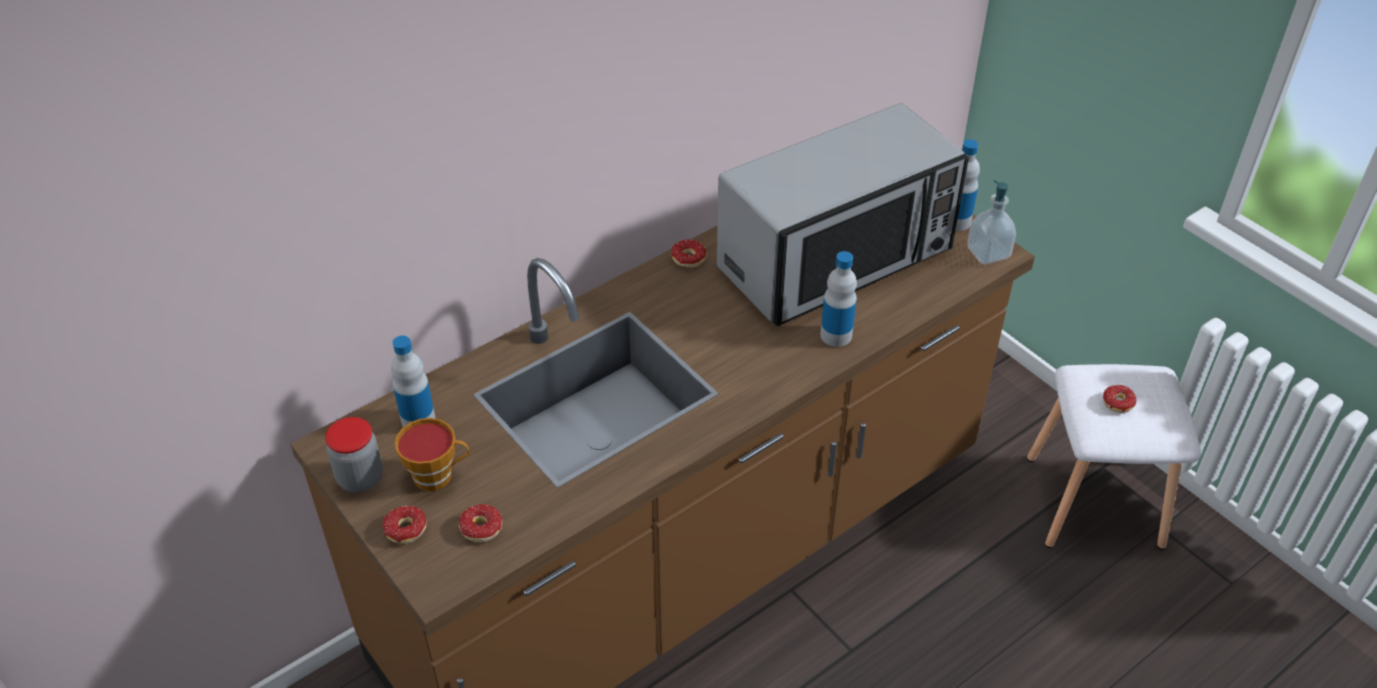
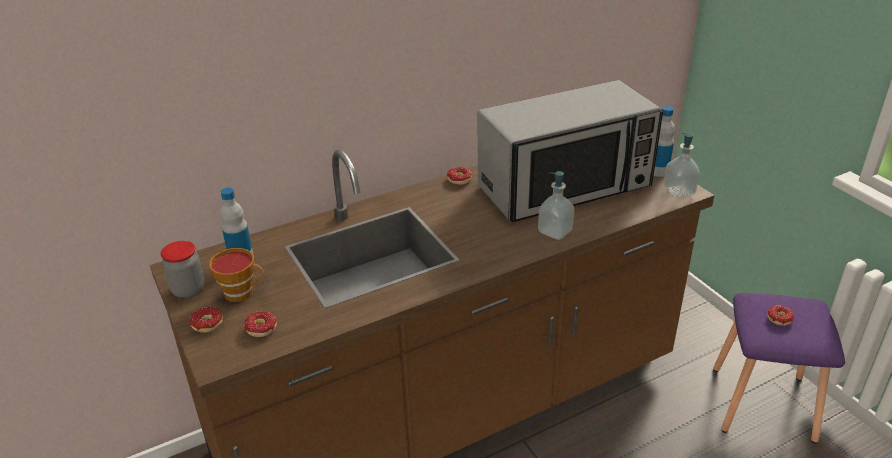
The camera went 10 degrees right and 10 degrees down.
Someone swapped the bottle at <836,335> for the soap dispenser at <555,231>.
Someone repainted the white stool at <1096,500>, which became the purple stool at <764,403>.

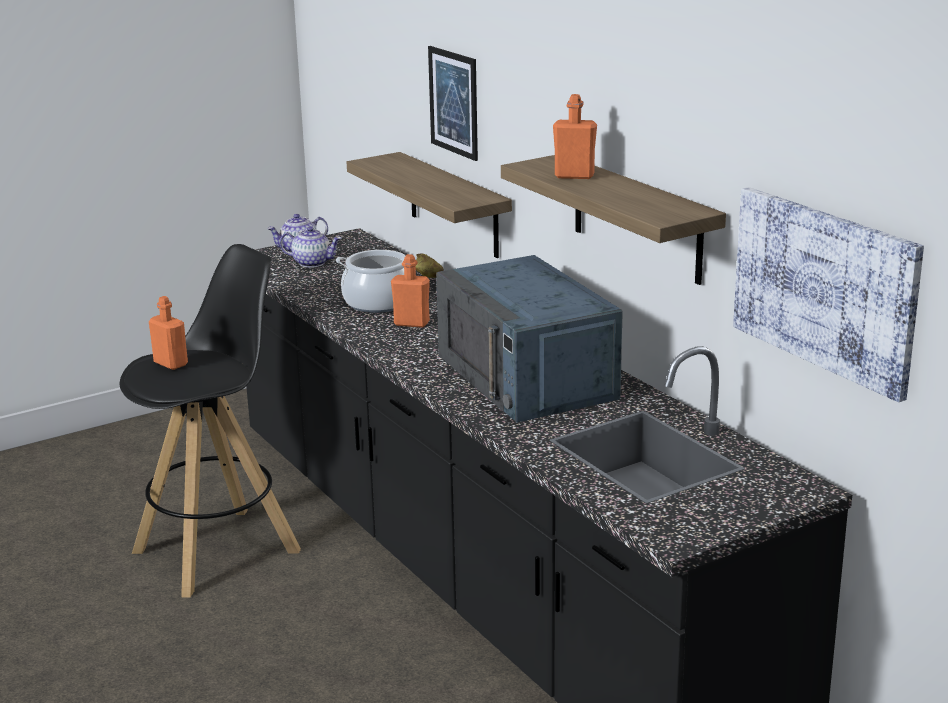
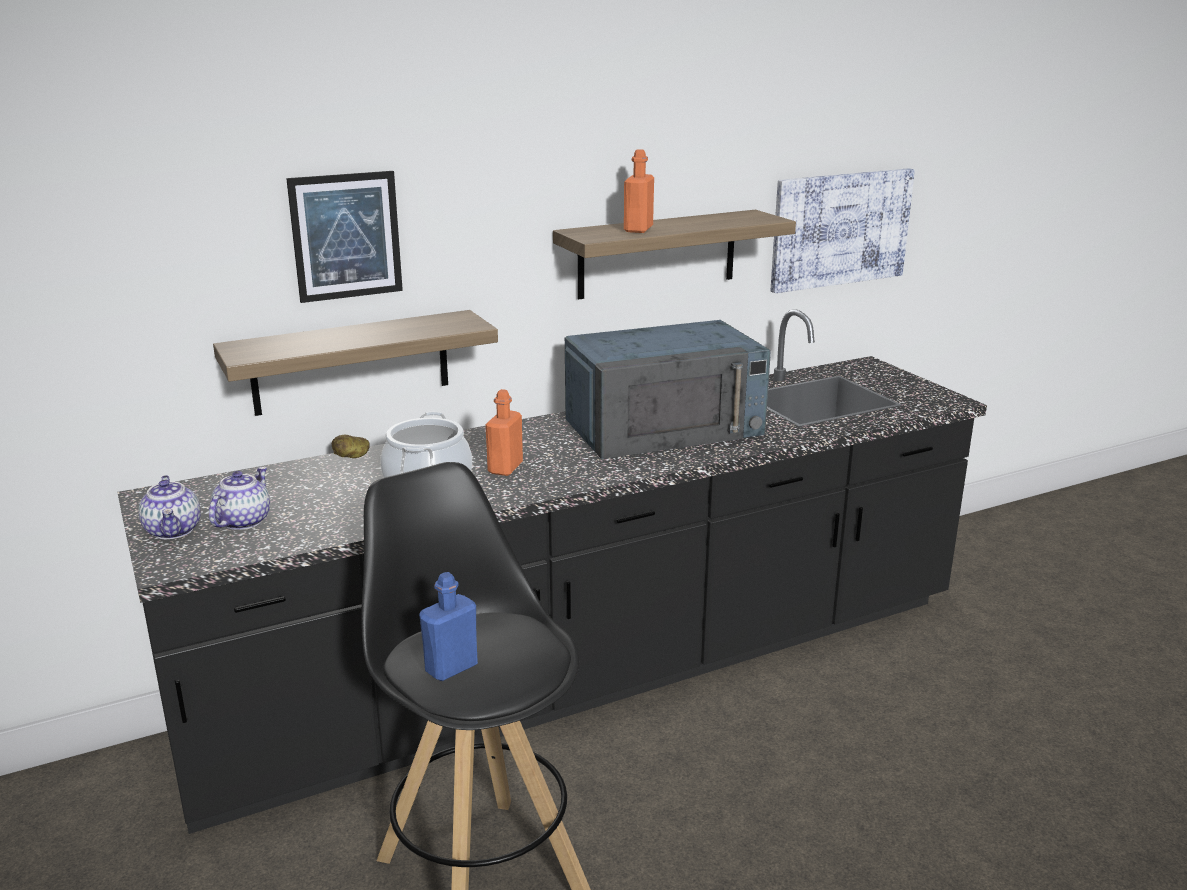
The camera went 85 degrees left and 0 degrees up.
Someone repainted the orange bottle at <171,364>, which became the blue bottle at <451,668>.

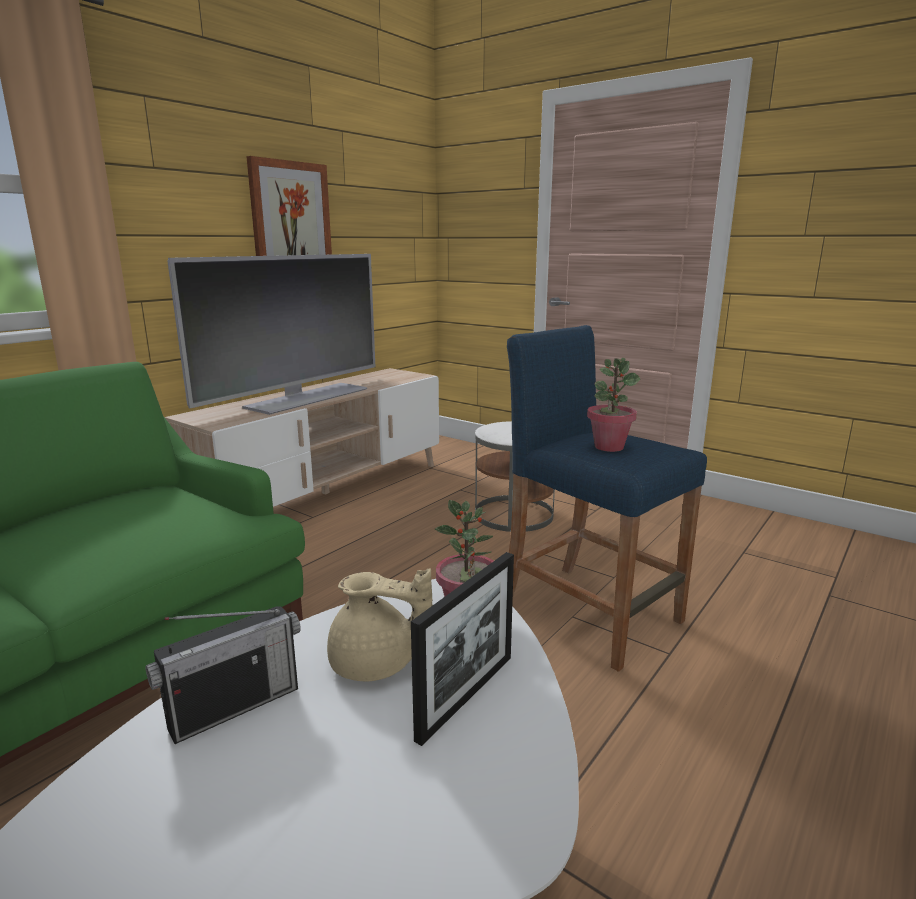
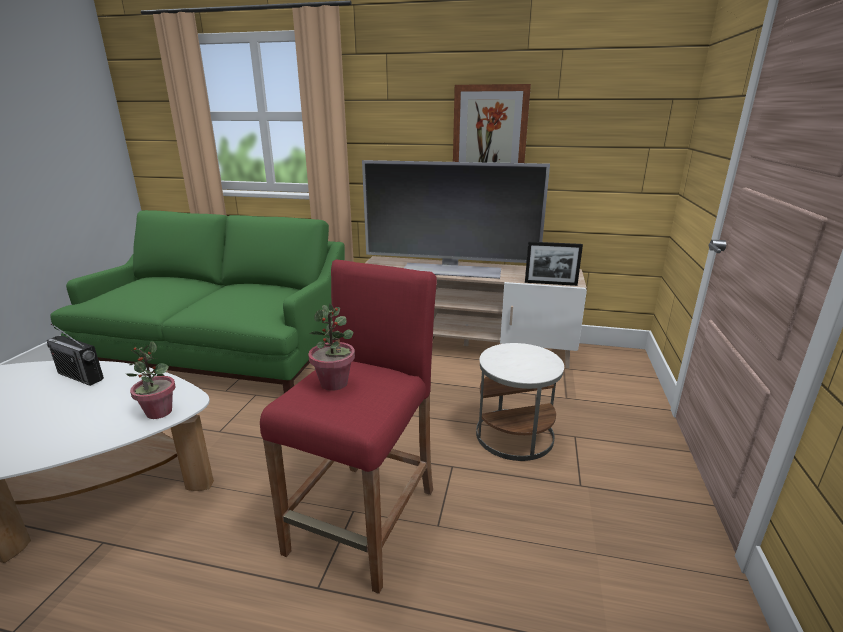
The camera went 65 degrees right and 5 degrees up.
Someone repainted the blue stool at <590,612>, which became the red stool at <364,520>.
Someone carried the picture frame from <466,696> to <550,283>.
Someone took away the beige teapot at <376,665>.

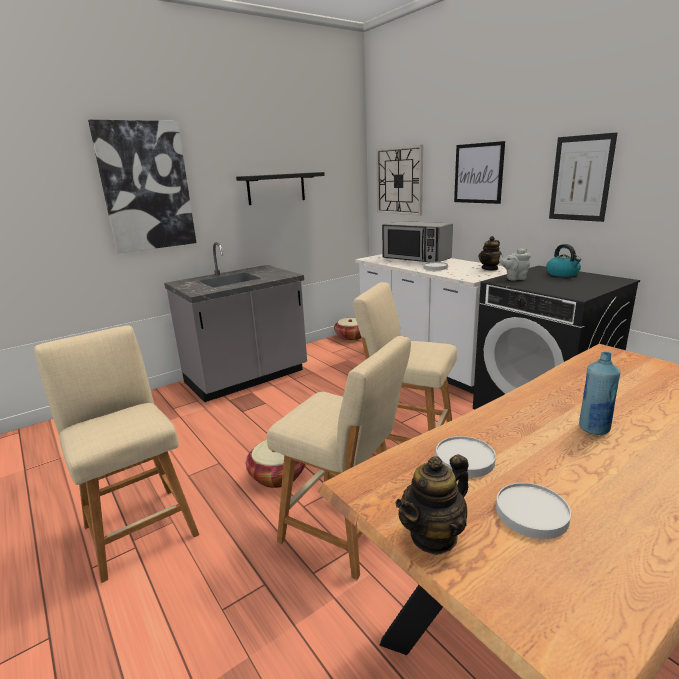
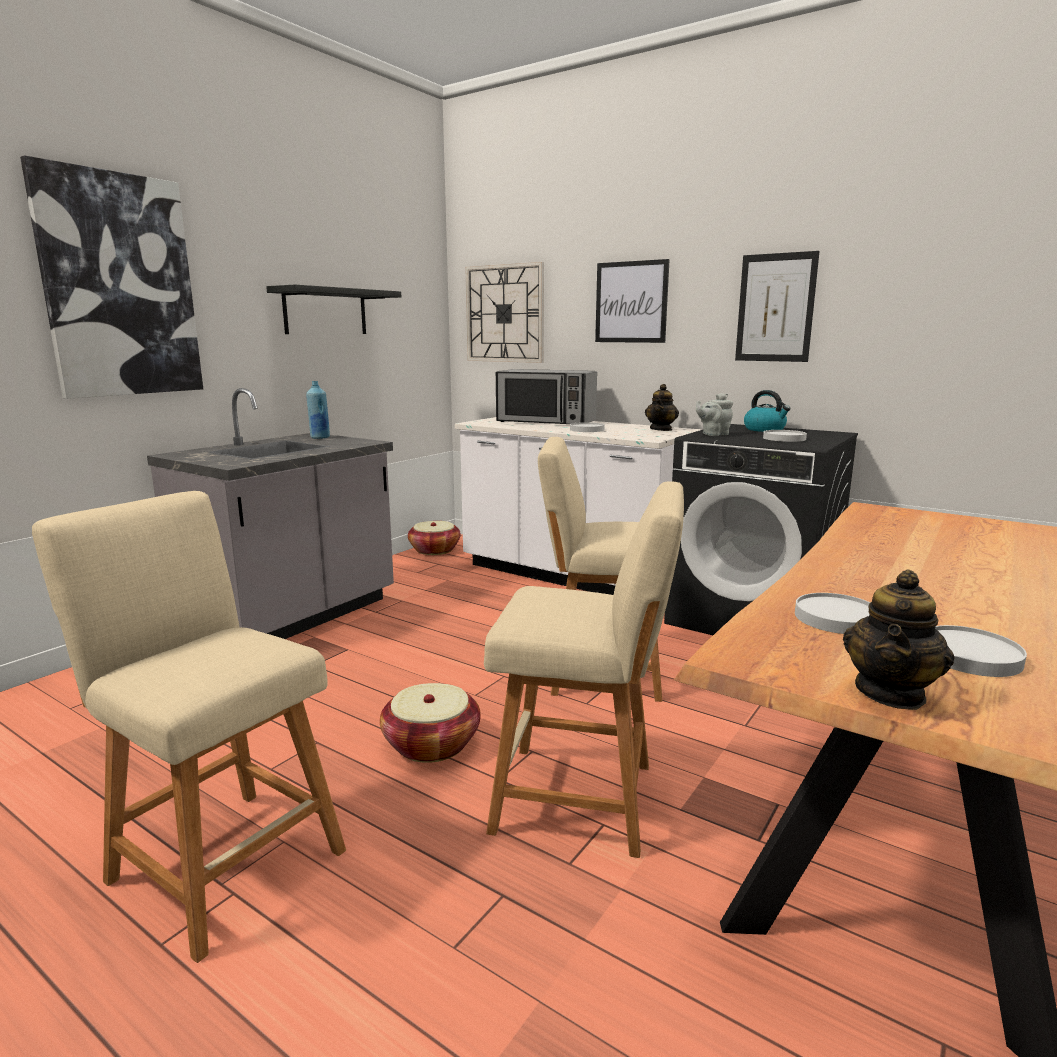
The camera went 20 degrees left and 5 degrees down.
Someone carried the blue bottle from <593,429> to <319,437>.
Someone put down the white plate at <784,438>.

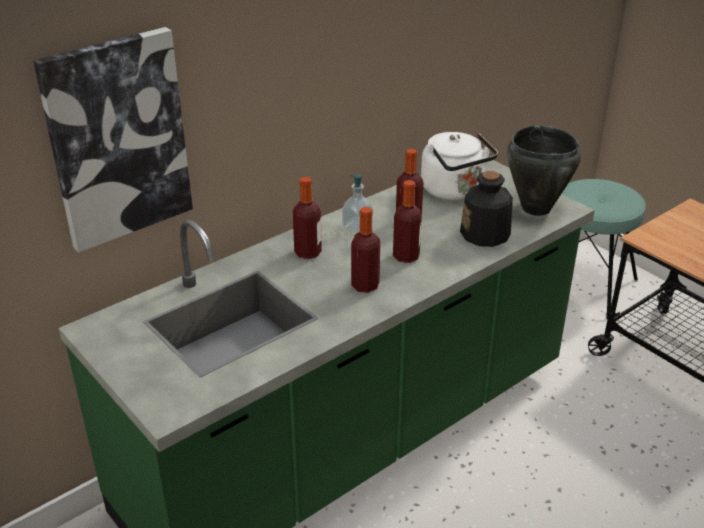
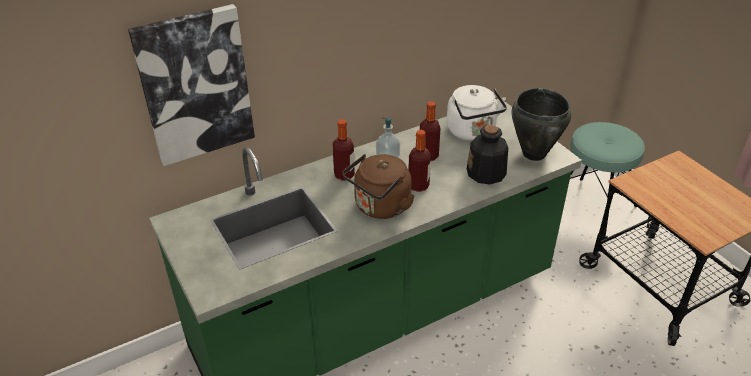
The camera went 10 degrees right and 5 degrees up.
Someone swapped the bottle at <365,285> for the brown kettle at <380,207>.

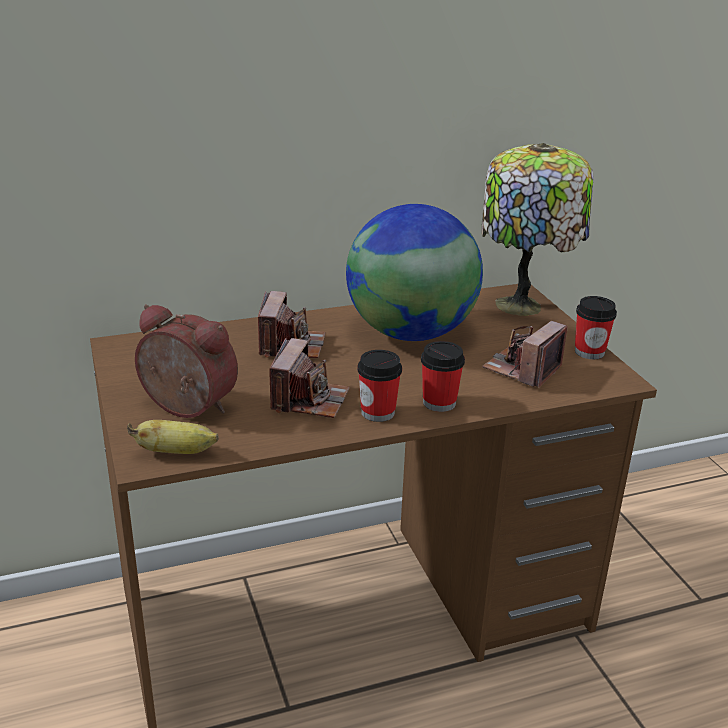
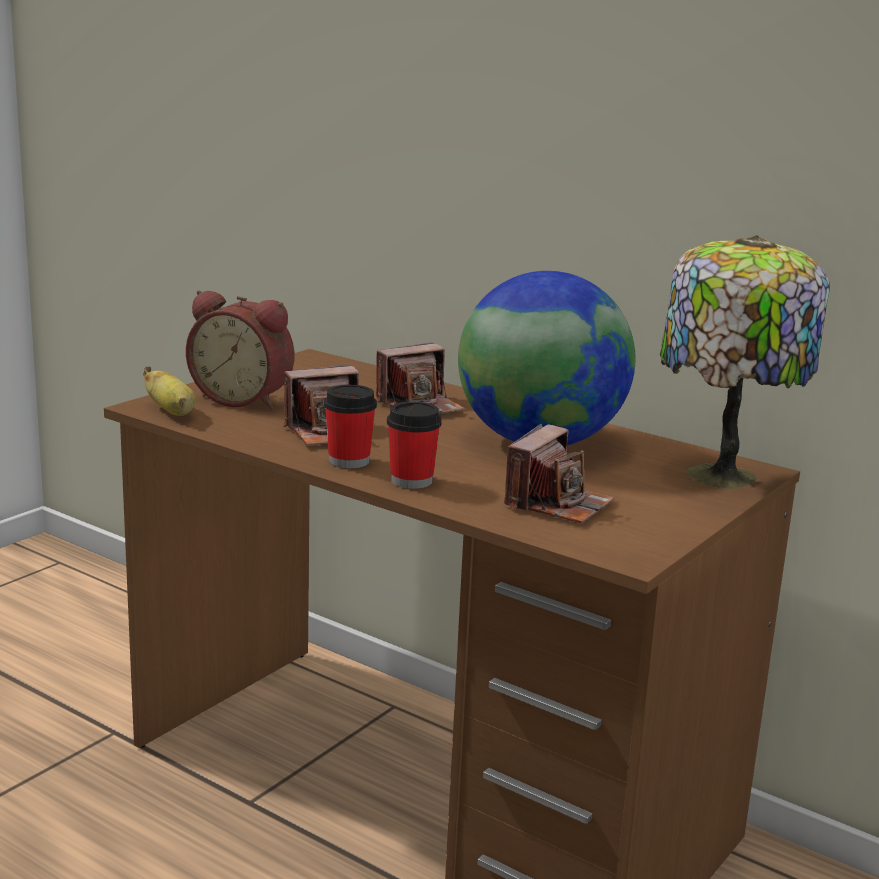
The camera went 55 degrees right and 10 degrees down.
Someone took away the cup at <589,352>.
Someone rotated the alarm clock at <185,409> by 120 degrees clockwise.
Someone rotated the photo camera at <523,369> by 120 degrees clockwise.

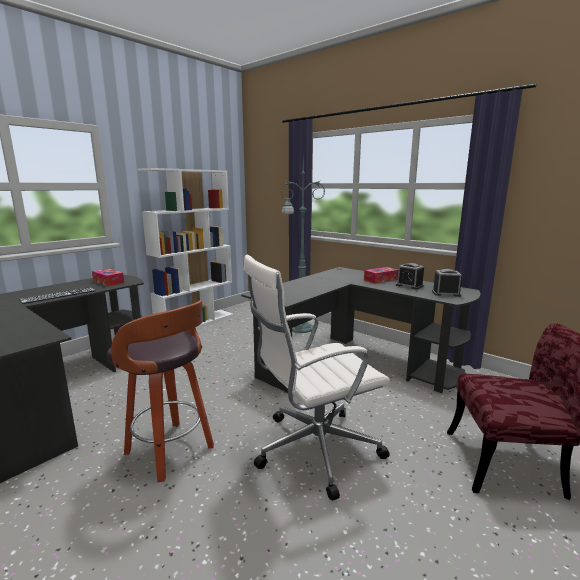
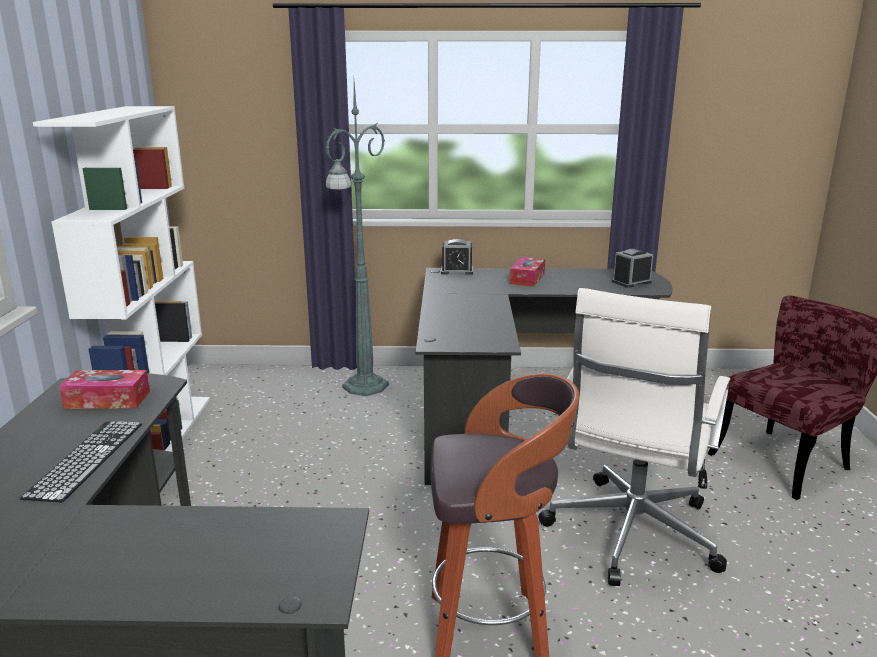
The camera went 40 degrees left and 5 degrees up.
Someone carried the alarm clock from <409,286> to <457,271>.

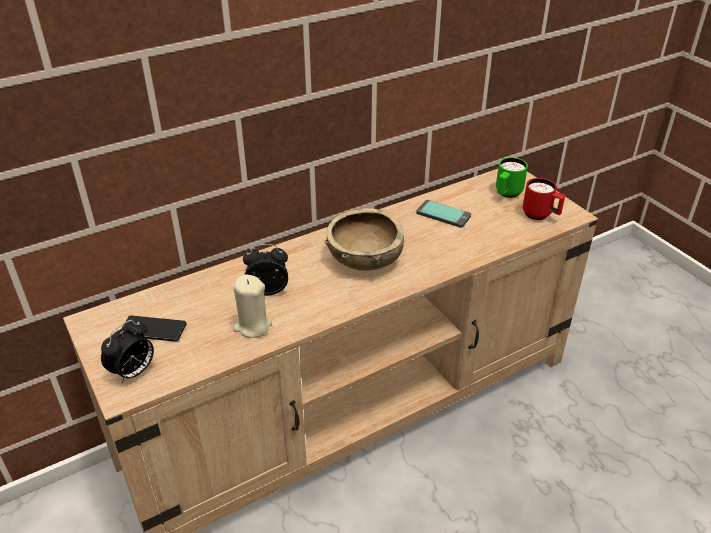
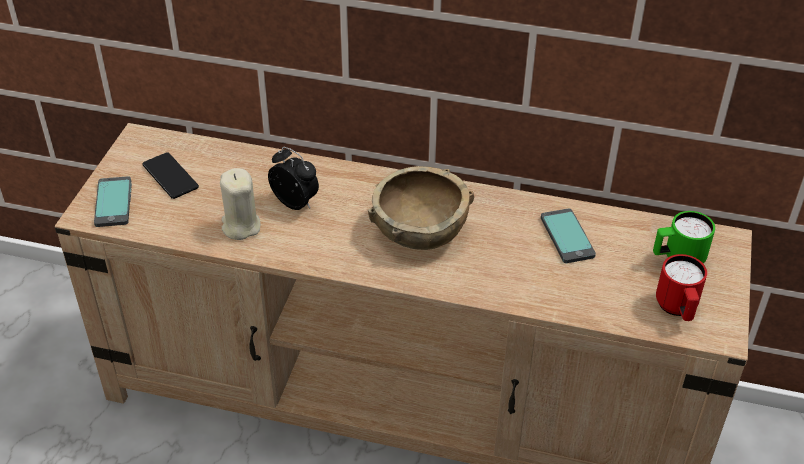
The camera went 45 degrees right and 5 degrees up.
Someone swapped the alarm clock at <133,372> for the phone at <113,203>.

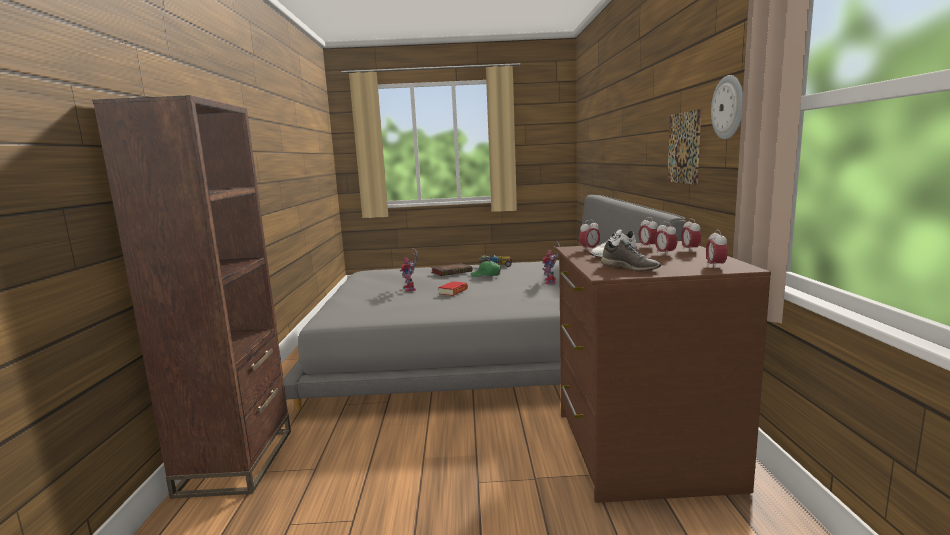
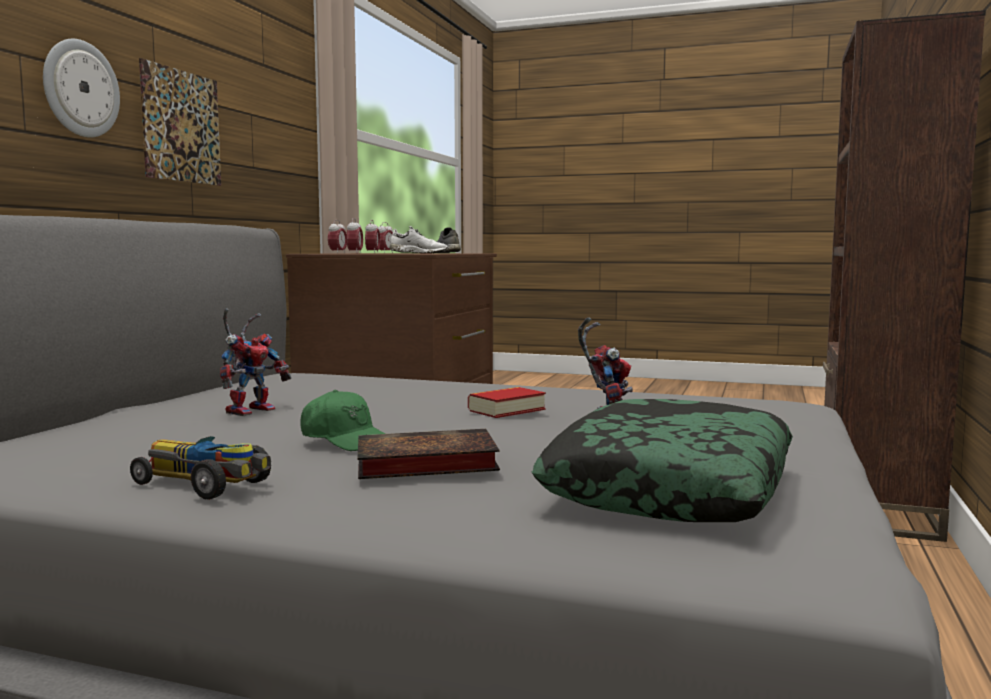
The camera went 160 degrees left and 5 degrees down.
Someone carried the wall clock from <729,107> to <80,89>.
Someone took away the alarm clock at <589,249>.
Someone put down the pillow at <671,487>.

